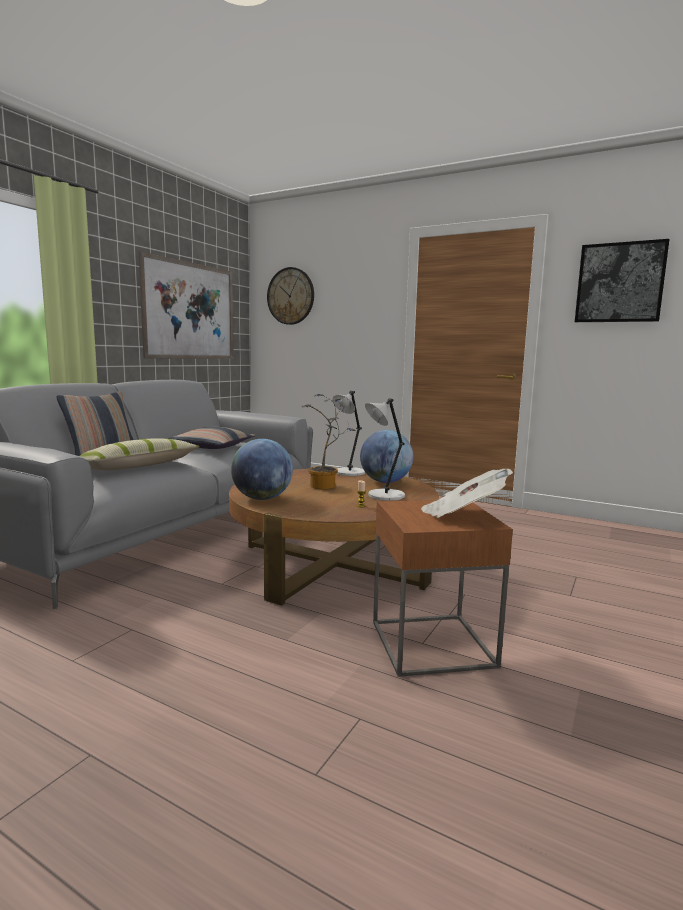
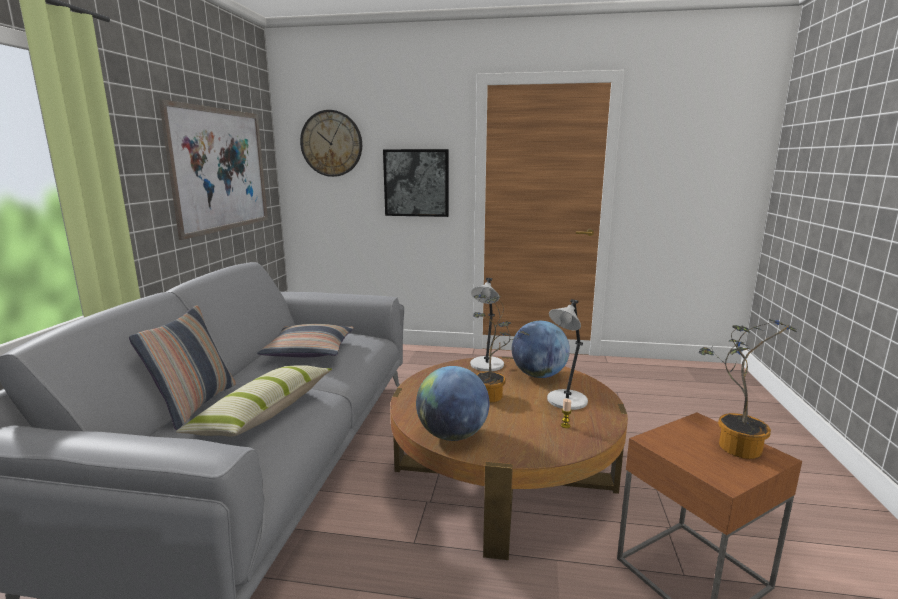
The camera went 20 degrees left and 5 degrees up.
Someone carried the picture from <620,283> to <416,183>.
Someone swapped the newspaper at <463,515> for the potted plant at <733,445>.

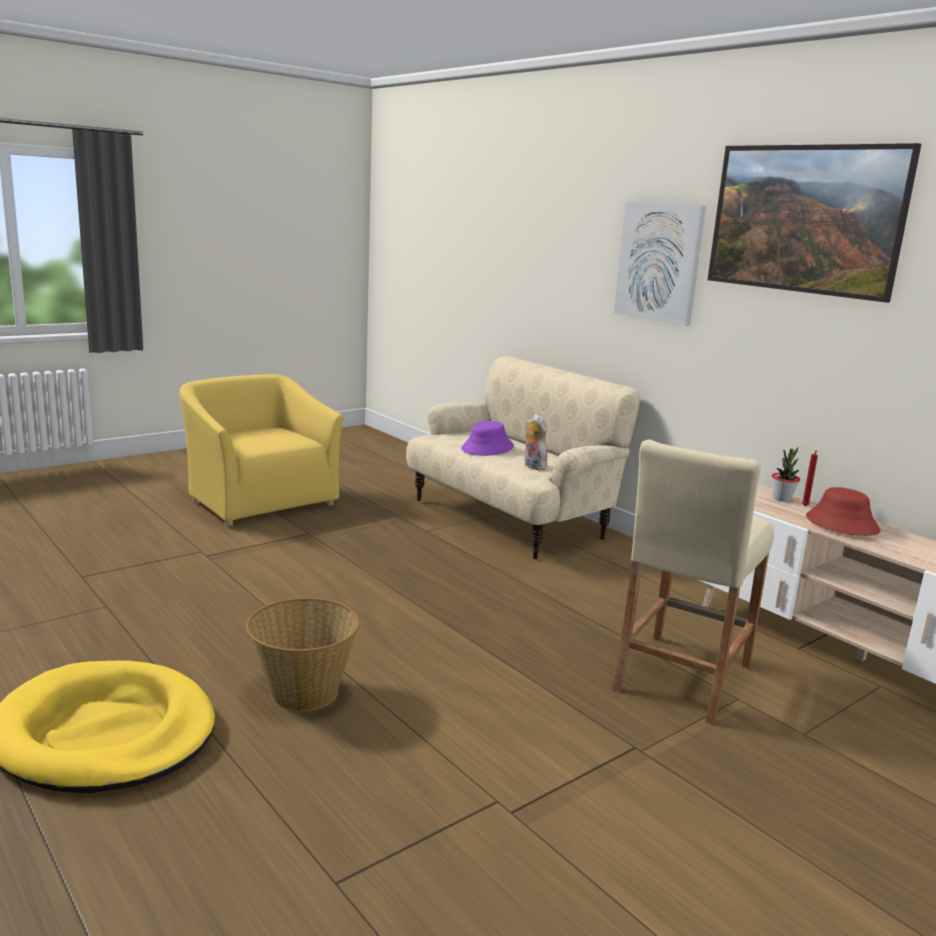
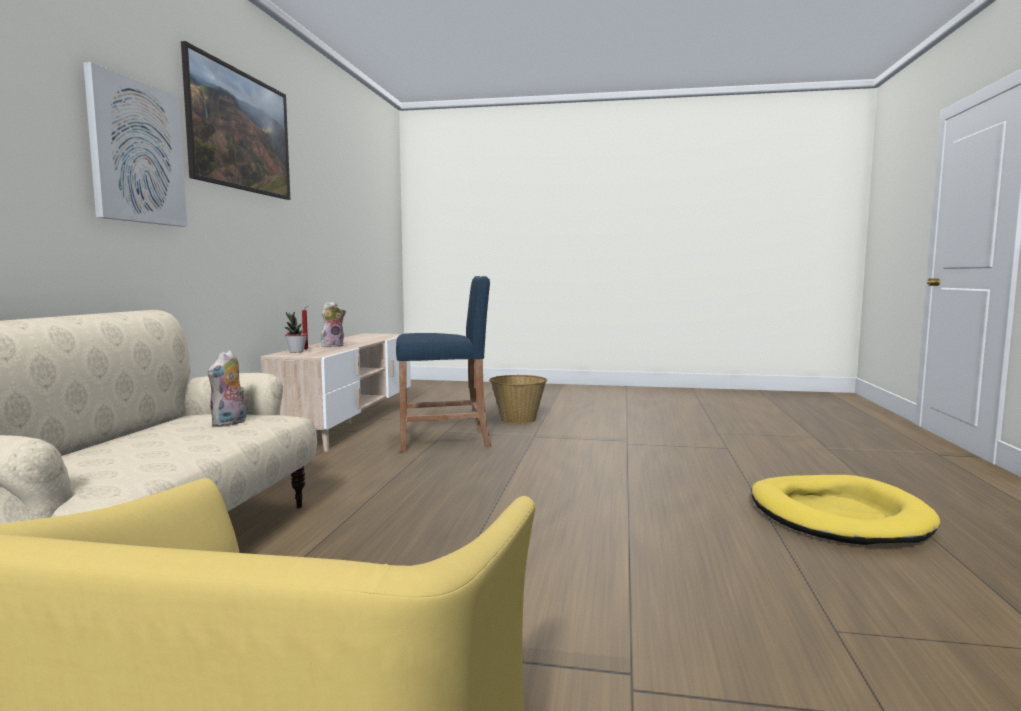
The camera went 130 degrees left and 10 degrees down.
Someone took away the purple hat at <487,448>.
Someone repainted the beige stool at <681,676>, which became the blue stool at <444,441>.
Someone swapped the red hat at <841,524> for the plush toy at <332,346>.
Someone carried the basket from <303,692> to <518,420>.

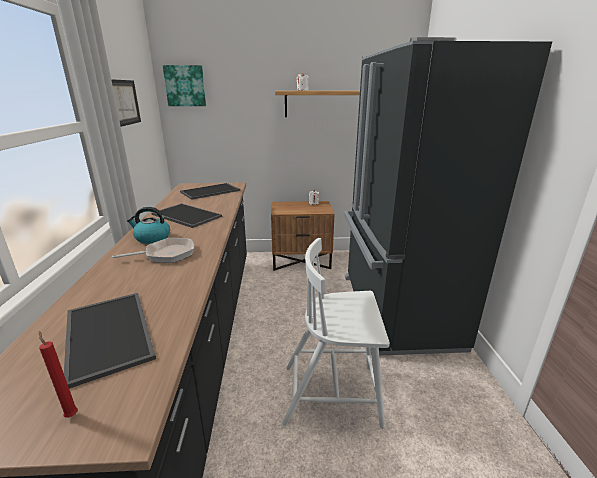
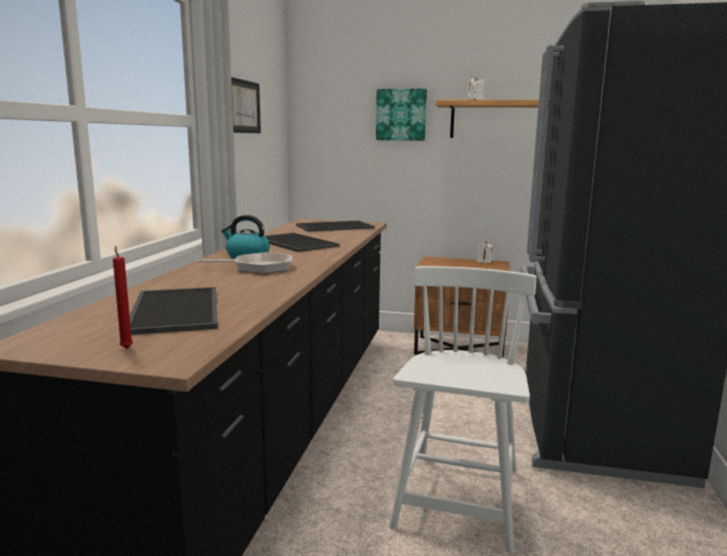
The camera went 15 degrees right and 10 degrees down.
Someone carried the picture from <185,86> to <401,115>.
Someone rotated the white chair at <333,394> by 90 degrees clockwise.

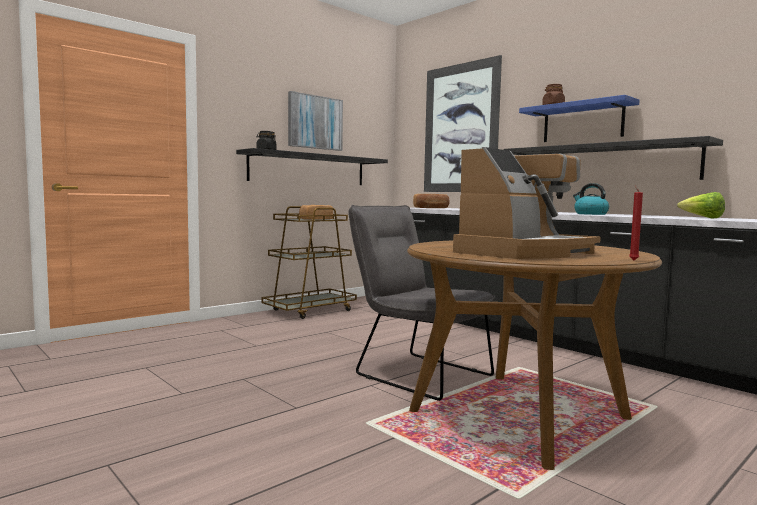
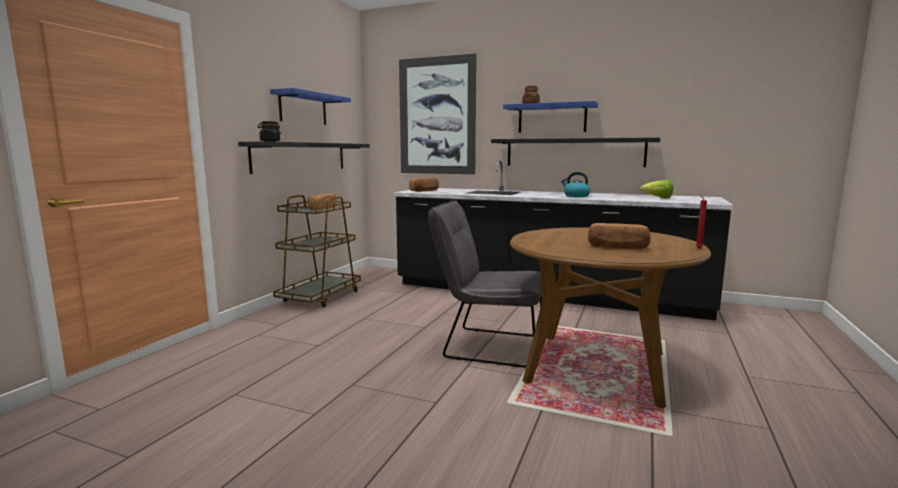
The camera went 25 degrees left and 5 degrees up.
Someone swapped the picture at <315,122> for the blue shelf at <303,108>.
Someone swapped the coffee machine at <523,252> for the bread at <617,247>.

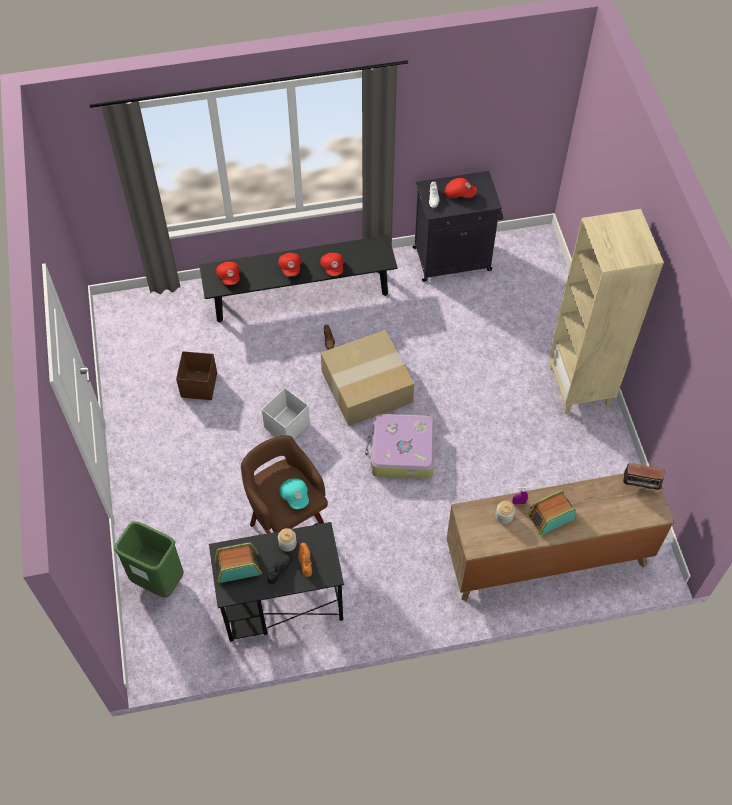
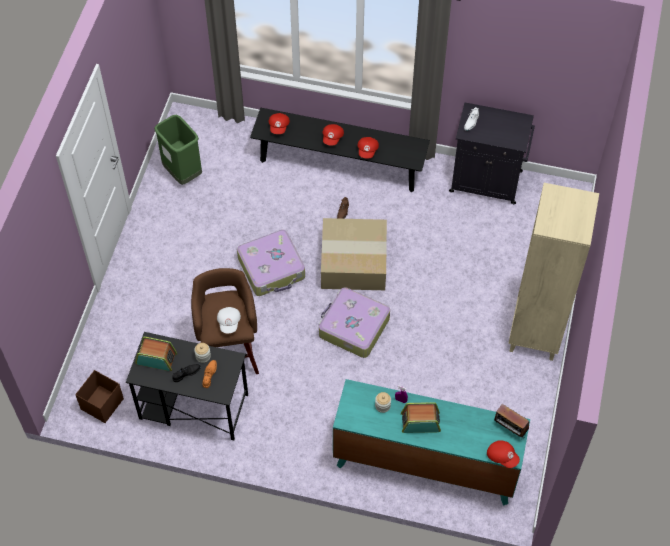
The camera went 25 degrees right and 0 degrees up.
Someone carried the red cap from <459,193> to <502,456>.
Someone carried the brown storage box from <198,386> to <101,404>.
Someone swapped the white storage box at <287,425> for the suitcase at <272,268>.
Someone repainted the brown dresser at <547,558>, which became the turquoise dresser at <425,463>.
Someone repainted the turquoise cap at <295,496>, which became the white cap at <229,322>.
Someone carried the green trash can from <158,580> to <183,173>.

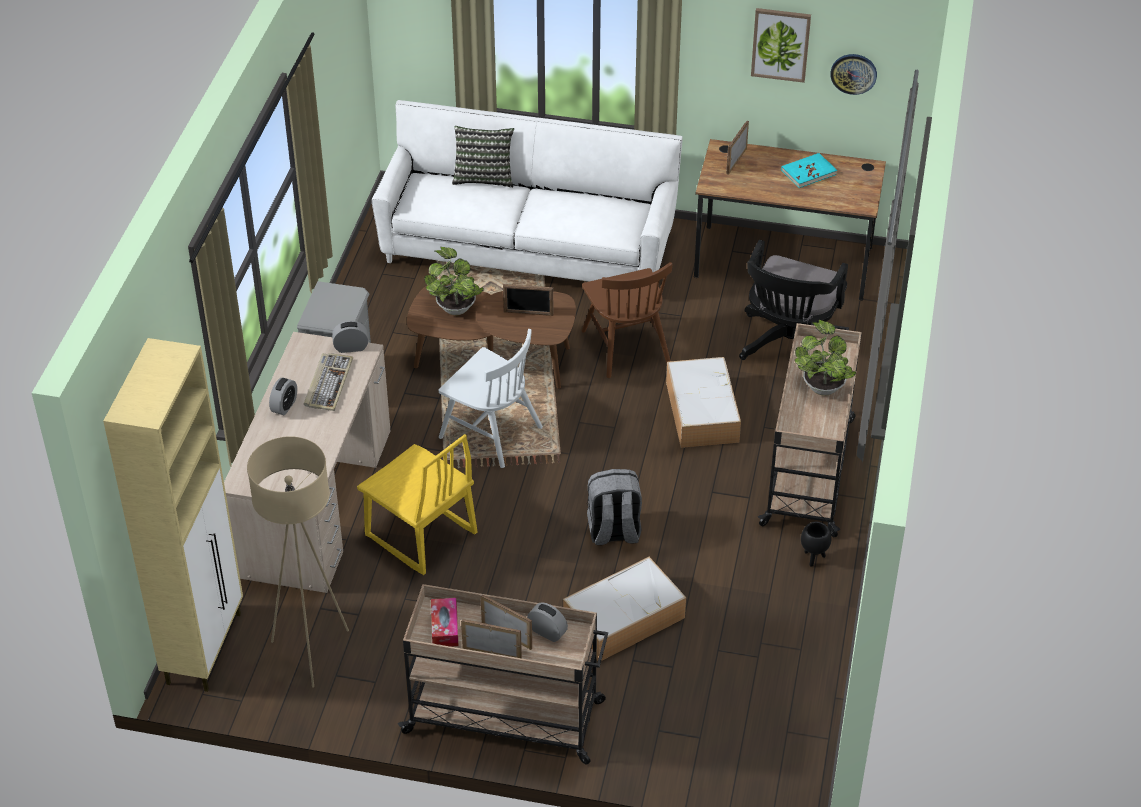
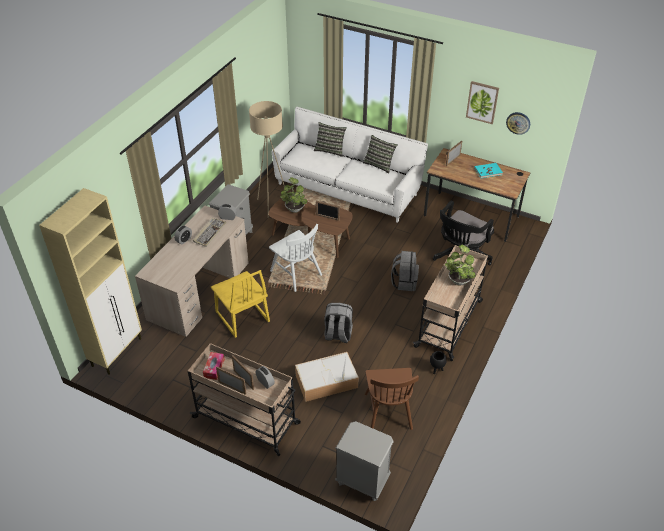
The camera went 15 degrees right and 0 degrees up.
Someone carried the brown chair from <626,346> to <388,411>.
Someone swapped the storage box at <701,411> for the grey backpack at <404,282>.
Someone carried the beige floor lamp from <312,652> to <272,206>.
Someone put down the pillow at <379,164>.
Someone put down the grey nightstand at <362,481>.

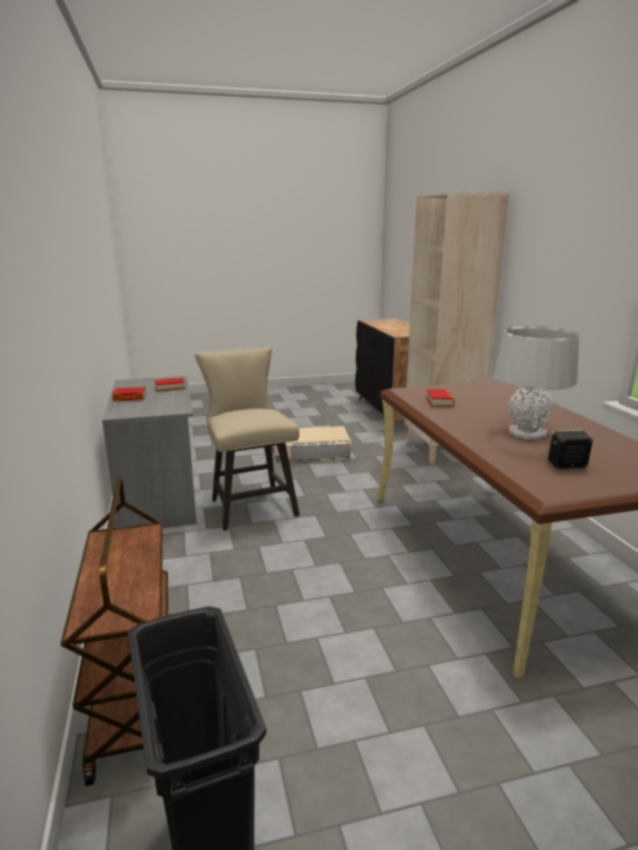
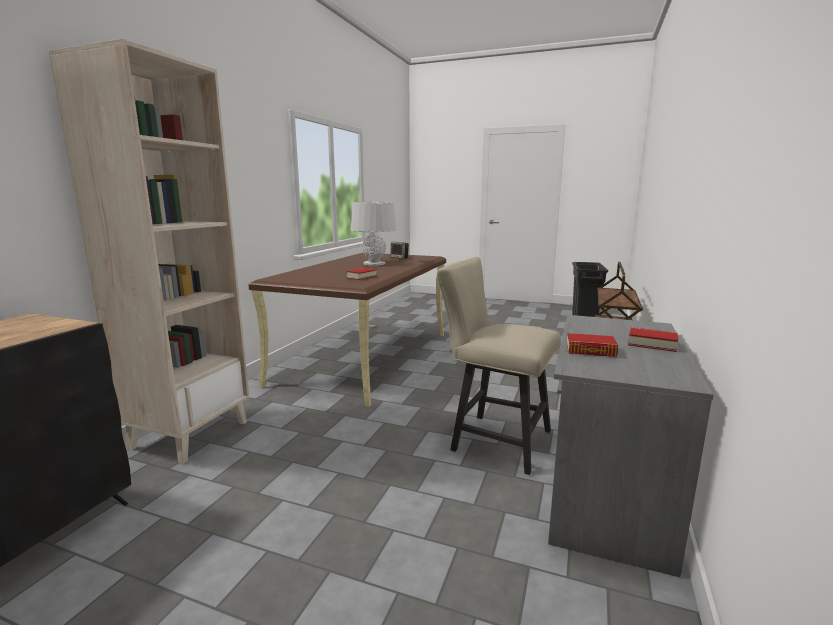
The camera went 145 degrees left and 5 degrees down.
Someone rotated the beige chair at <250,504> by 105 degrees clockwise.
Someone took away the beige storage box at <310,453>.

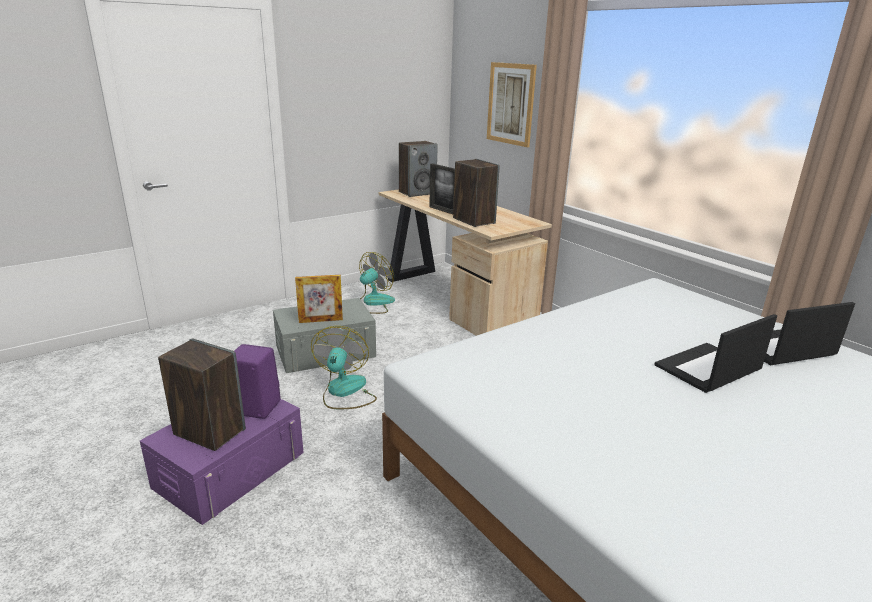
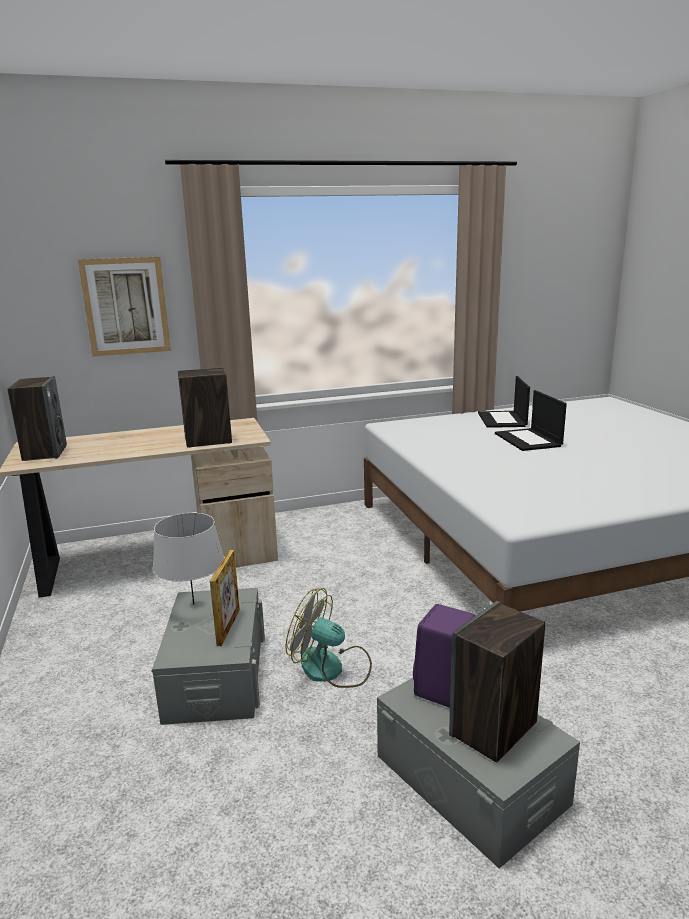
The camera went 70 degrees left and 5 degrees down.
Someone took away the picture frame at <442,210>.
Someone took away the fan at <373,303>.
Someone repainted the purple storage box at <230,469>, which became the grey storage box at <470,779>.
Someone put down the grey table lamp at <194,604>.

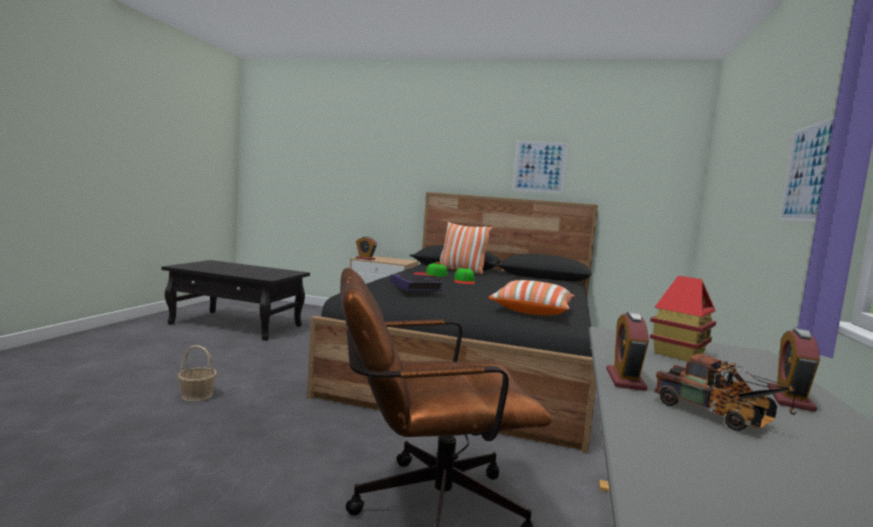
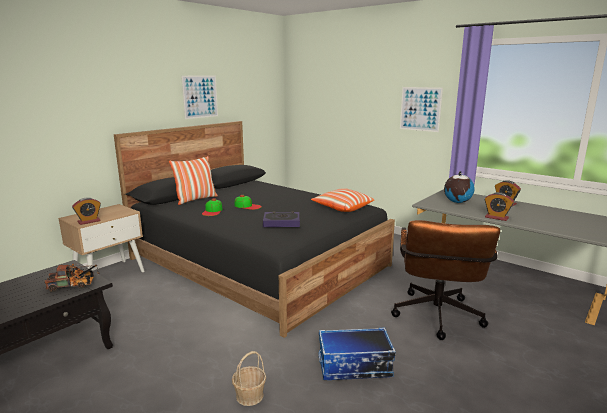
The camera went 65 degrees left and 10 degrees up.
Someone swapped the toy house at <678,354> for the globe at <457,202>.
Someone carried the toy truck from <718,416> to <74,286>.
Someone put down the storage box at <354,367>.

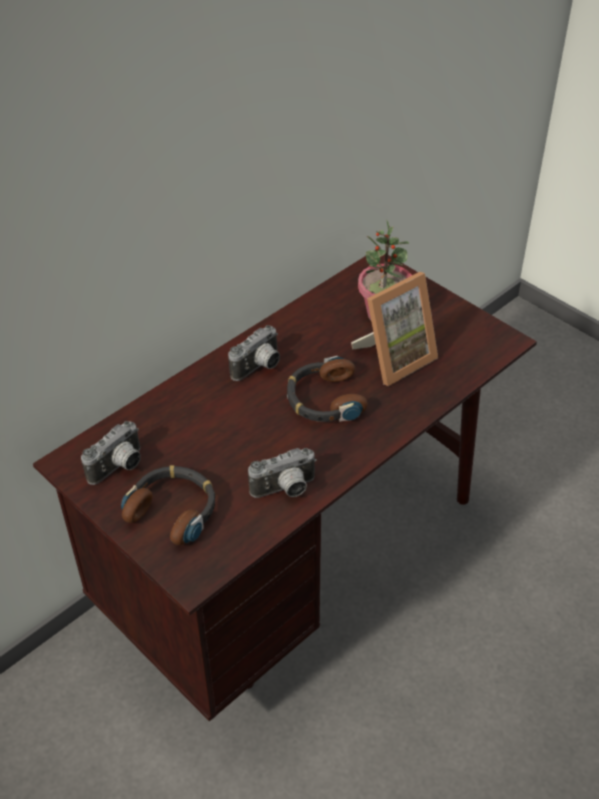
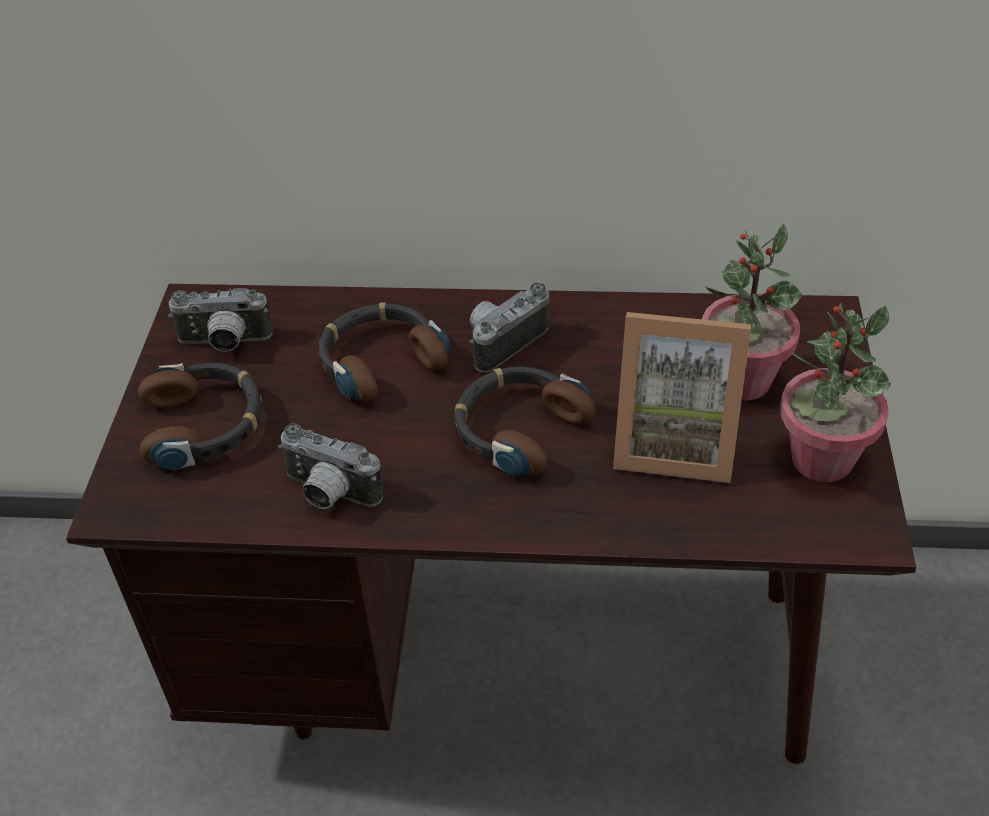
The camera went 50 degrees right and 0 degrees up.
Someone rotated the photo camera at <259,368> by 135 degrees clockwise.
Someone put down the headphones at <380,360>.
Someone put down the potted plant at <821,460>.

